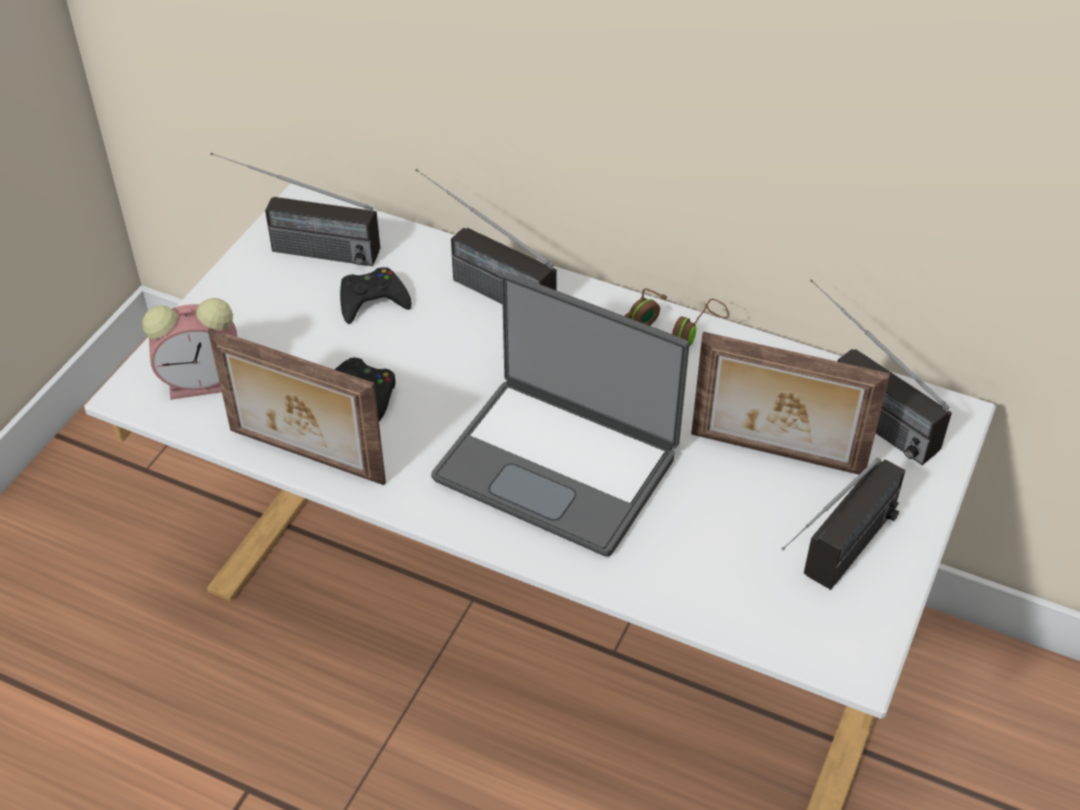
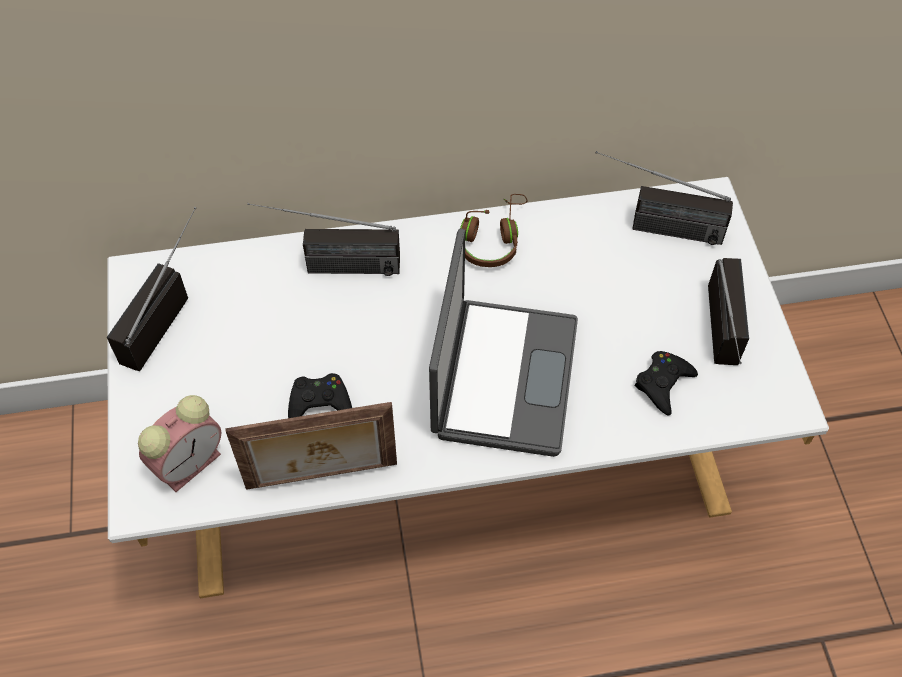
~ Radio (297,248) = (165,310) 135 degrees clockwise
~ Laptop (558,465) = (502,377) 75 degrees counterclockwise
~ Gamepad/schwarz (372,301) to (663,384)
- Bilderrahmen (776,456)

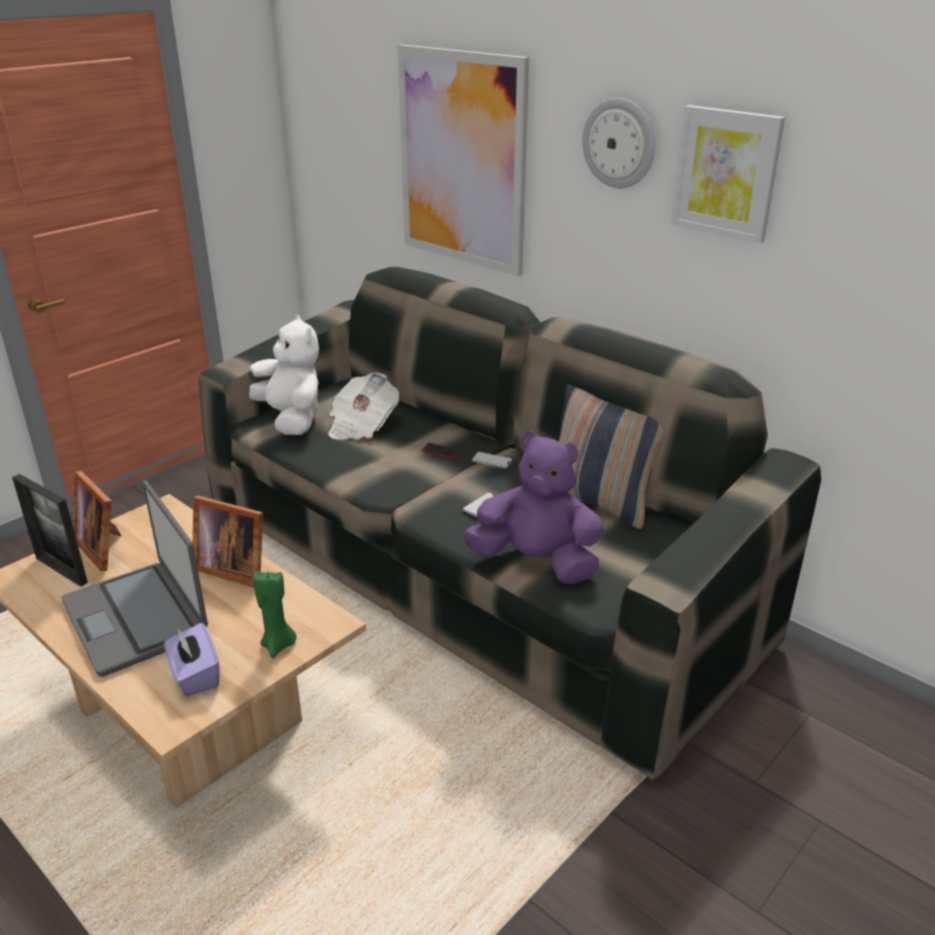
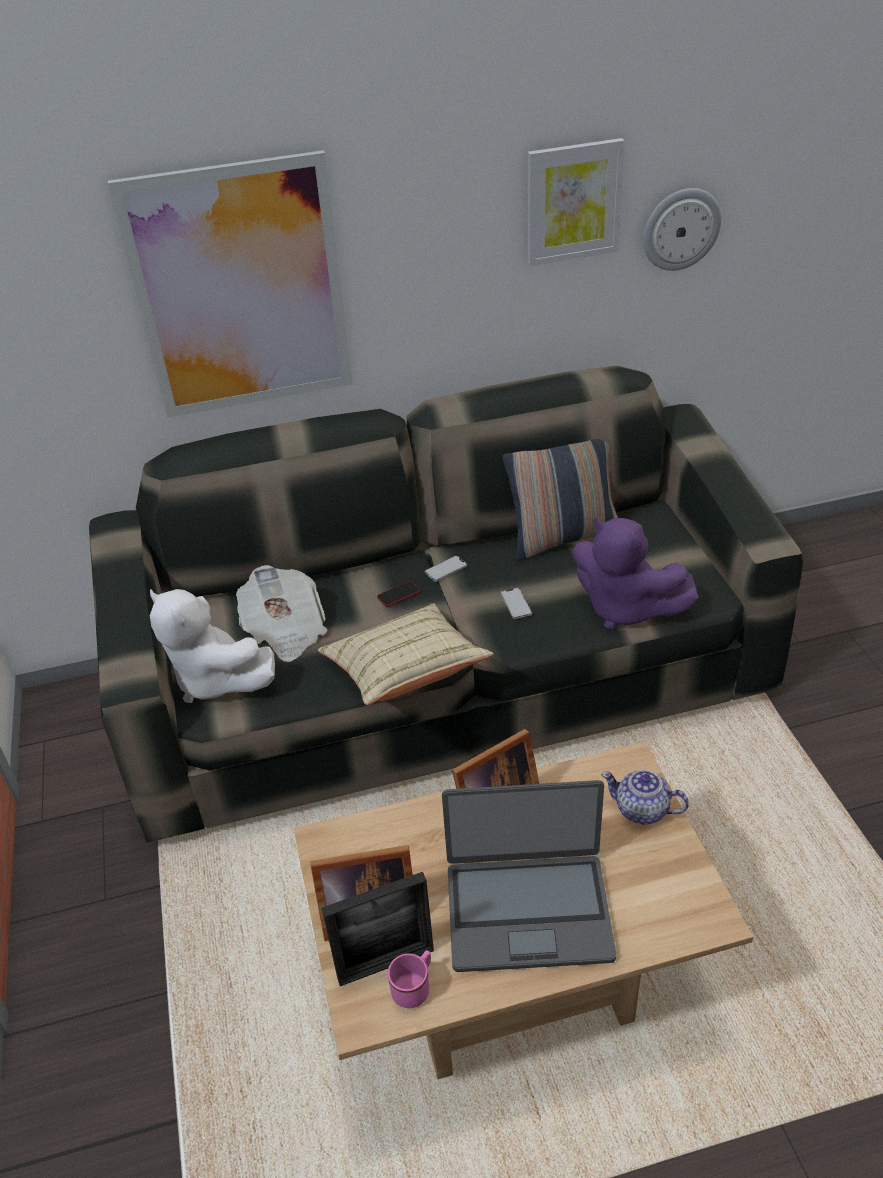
~ Plüschtier/weiß (290,419) = (216,679) 135 degrees counterclockwise
+ Kissen/beige (405,672)
+ Henkelbecher/rosa (414,987)
~ Plüschtier/lila (536,563) = (624,608) 105 degrees counterclockwise
~ Kerze/grün (278,645) to Teekanne (642,810)
~ Wanduhr (619,143) to (680,229)
- Taschentuchbox/lila (195,675)

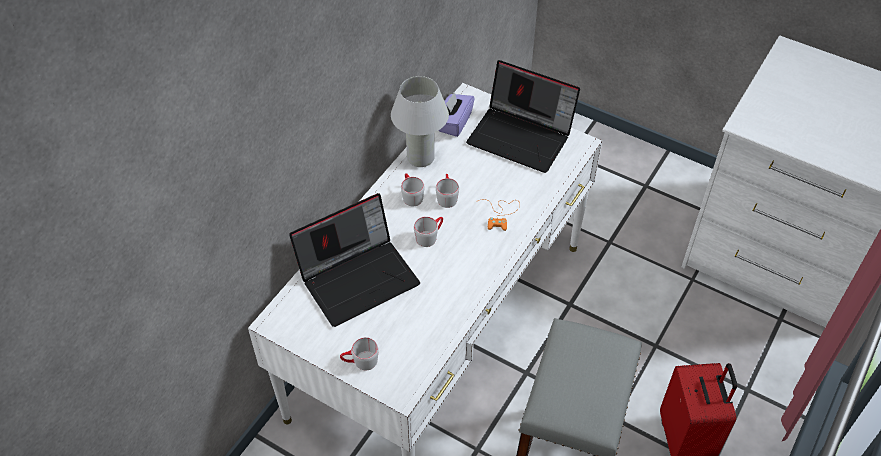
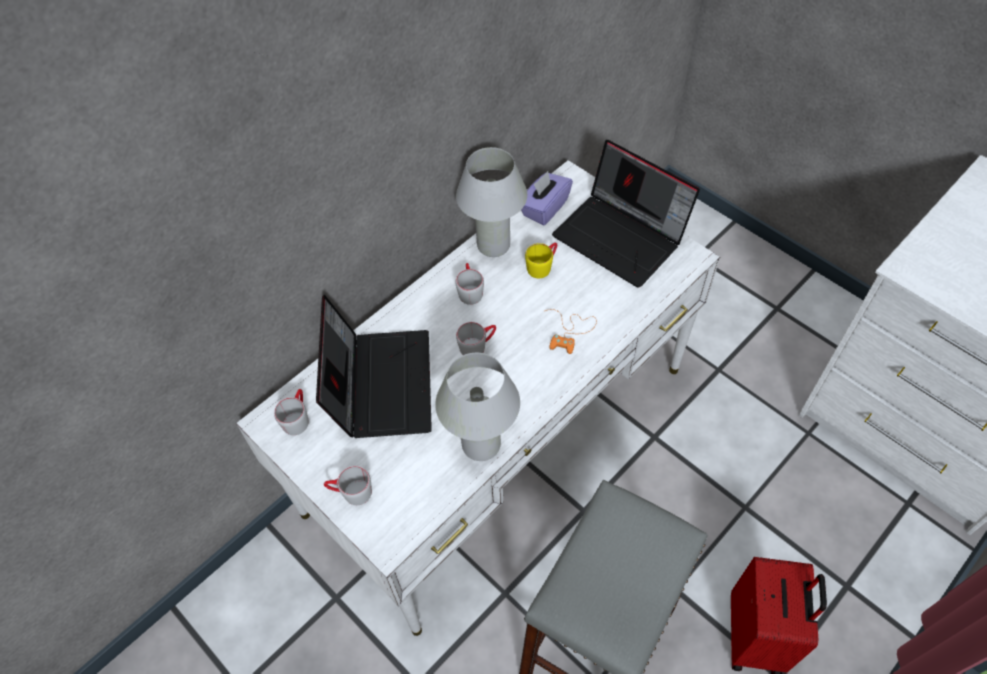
~ Henkelbecher/grau (446,196) to (297,417)
~ Laptop (359,277) = (380,383) 75 degrees counterclockwise
+ Tischlampe/weiß (481,444)
+ Henkelbecher/gelb (542,265)

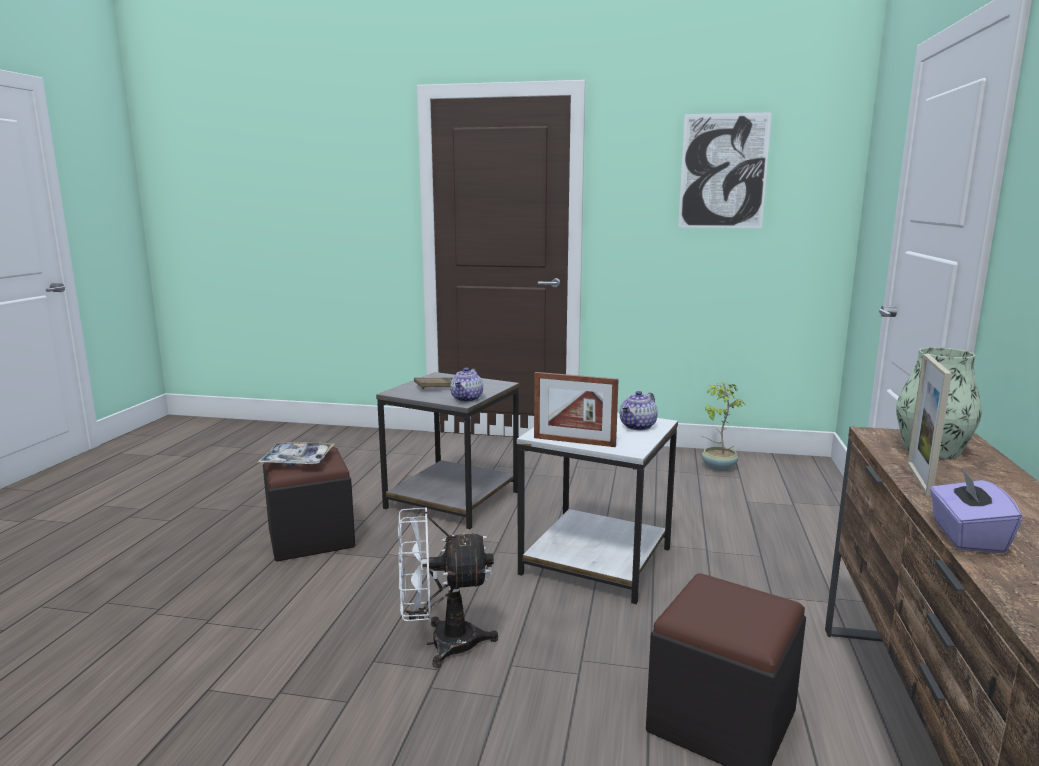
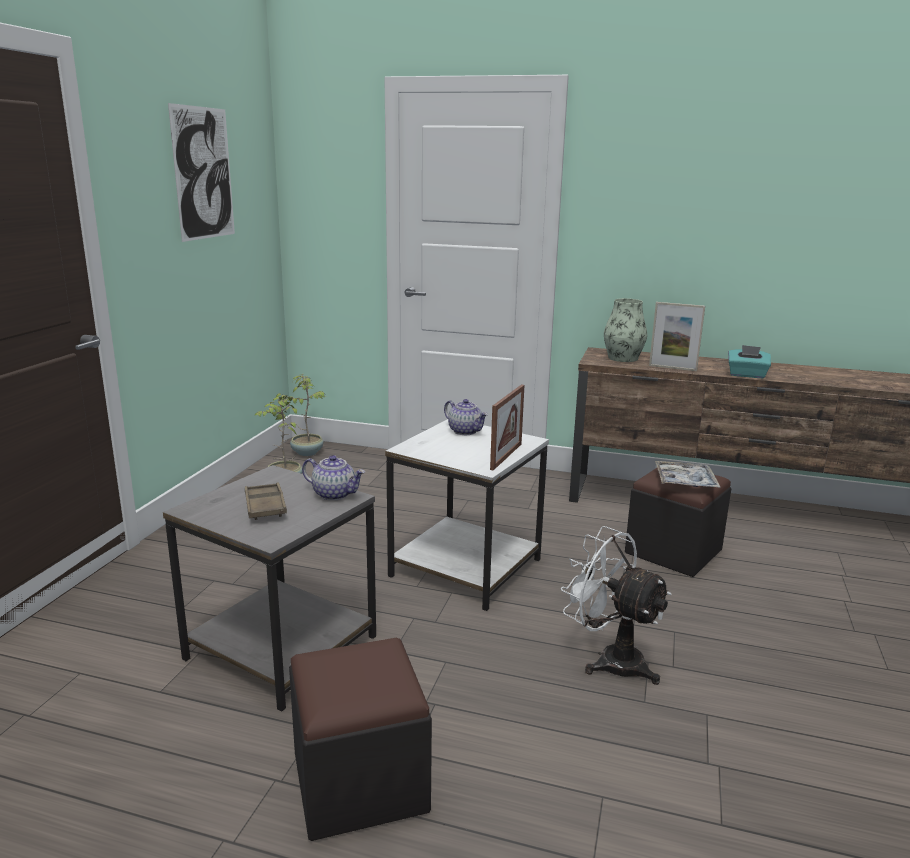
+ Topfpflanze (306,452)
~ Ventilator/weiß (441,644) = (610,659) 135 degrees clockwise
~ Tablett (297,461) to (685,481)
~ Taschentuchbox/lila (966,536) to Taschentuchbox/türkis (746,375)

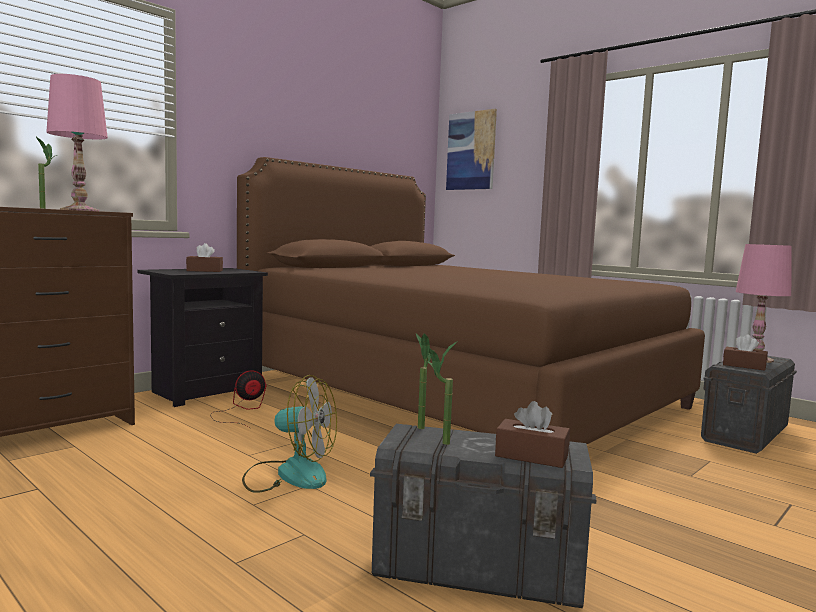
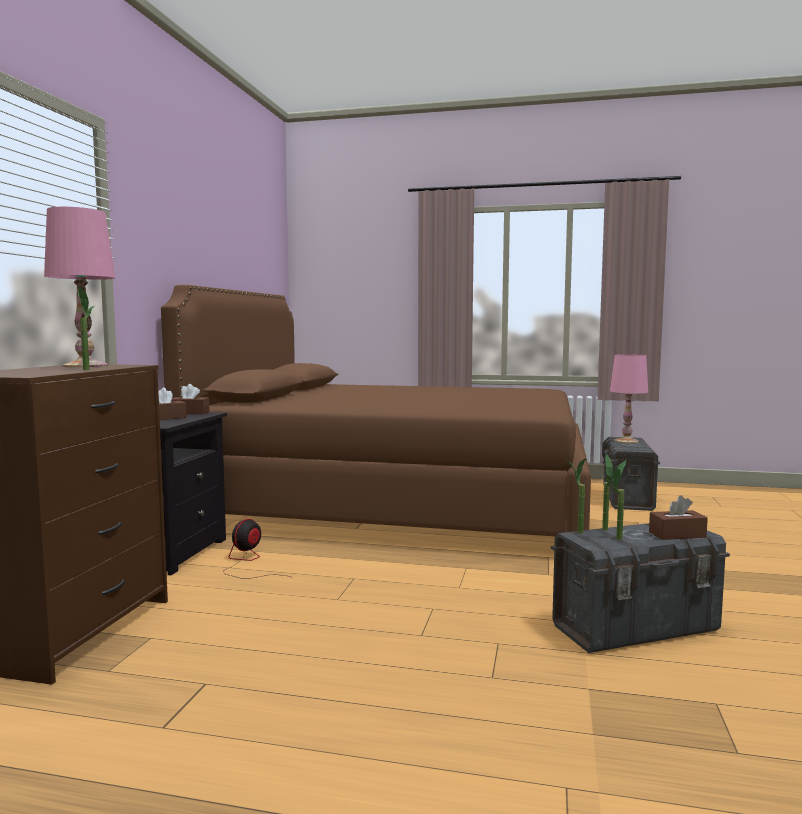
~ Taschentuchbox/braun (744,366) to (190,413)
+ Topfpflanze (608,531)
- Ventilator (289,474)
- Bild (471,151)

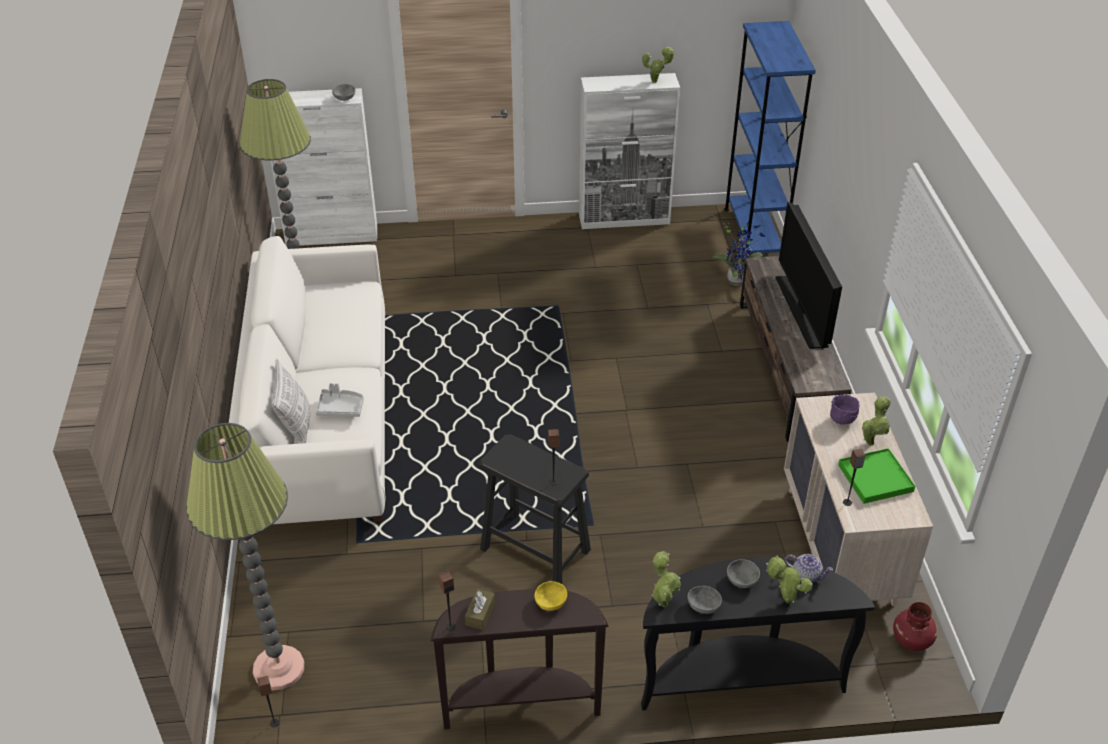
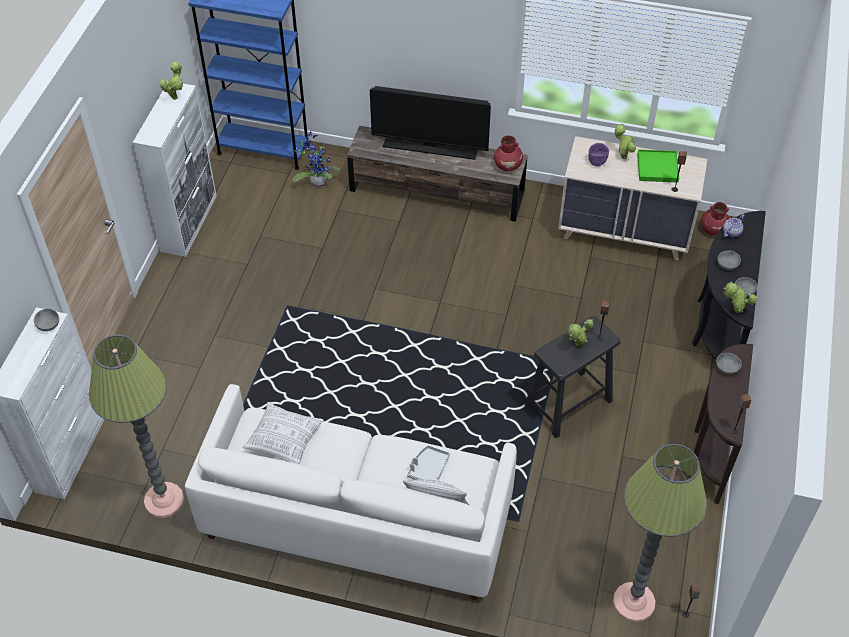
+ Kissen (284,439)
+ Vase/rot (508,166)
~ Topfpflanze (785,600) to (576,345)
~ Schüssel/gelb (550,603) to Schüssel/grau (727,368)
- Taschentuchbox/braun (480,614)

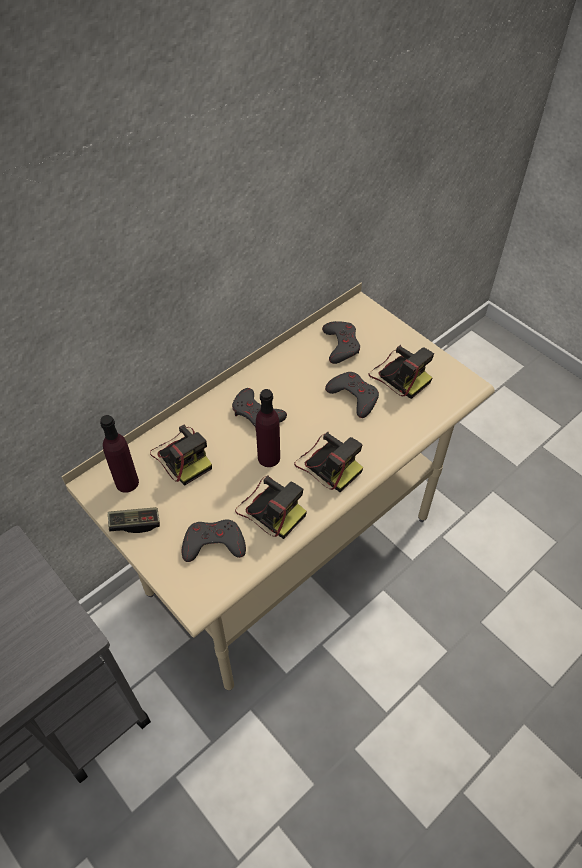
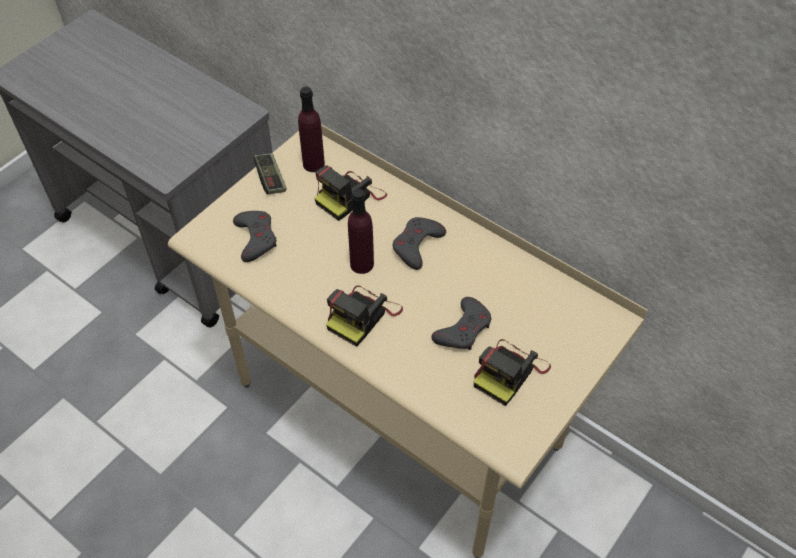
- Kamera (270,509)
- Gamepad/grau (341,345)

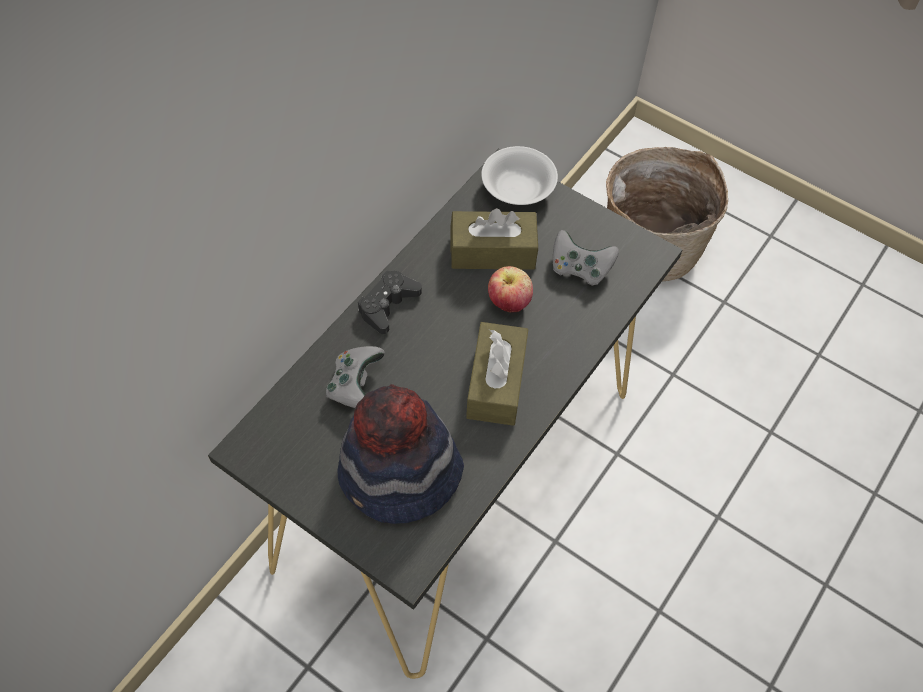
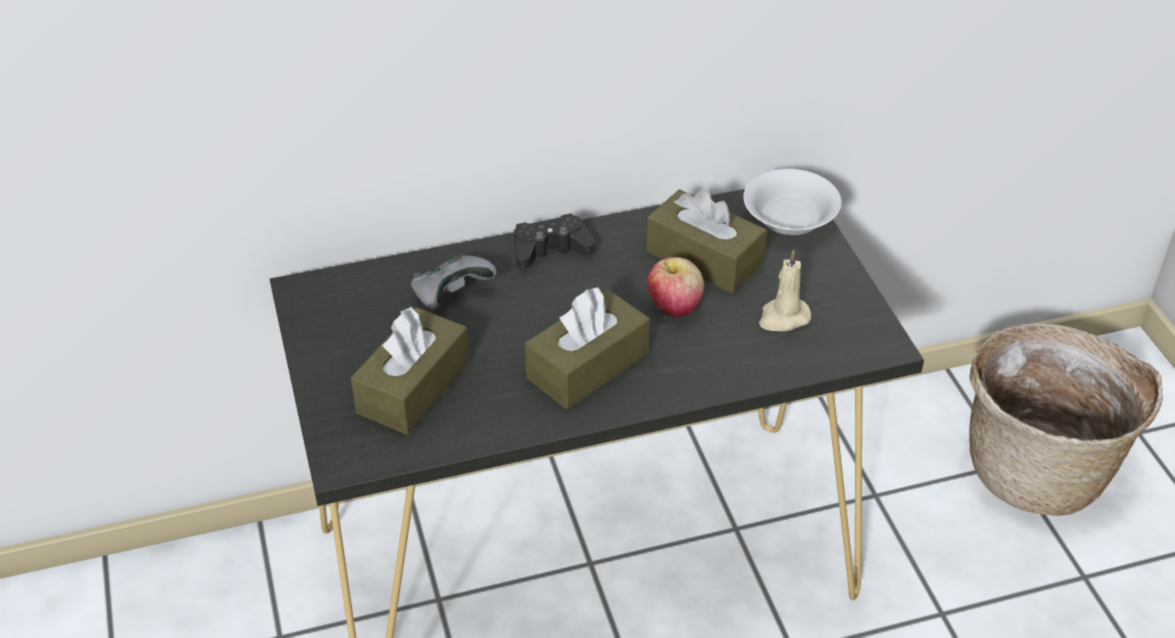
~ Hut (400,476) to Taschentuchbox/braun (413,387)
~ Gamepad/grau (579,268) to Kerze/beige (783,317)

